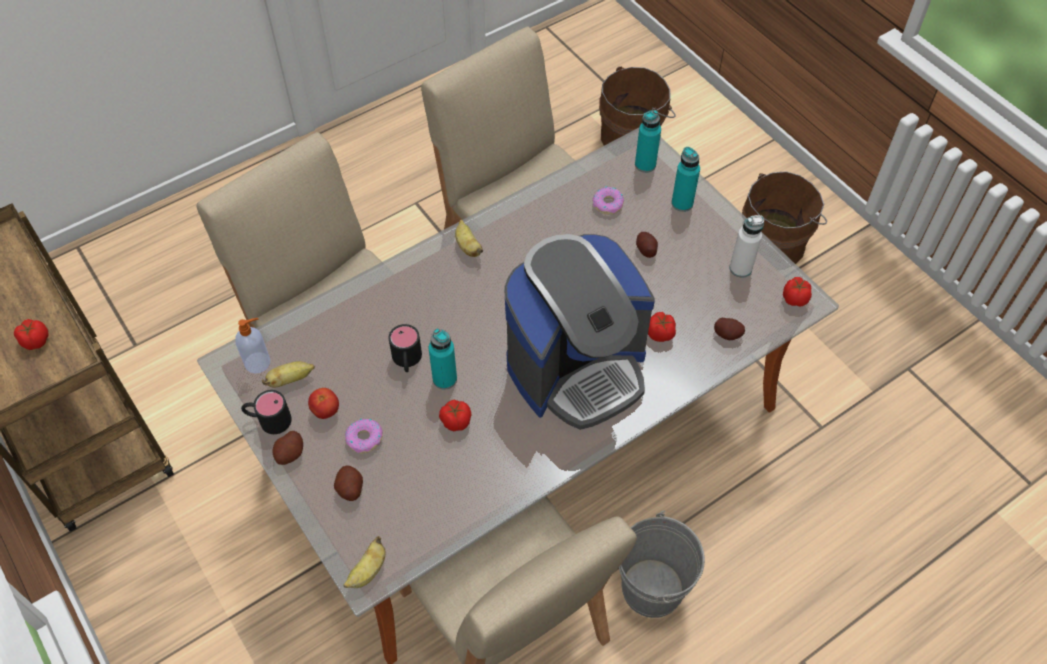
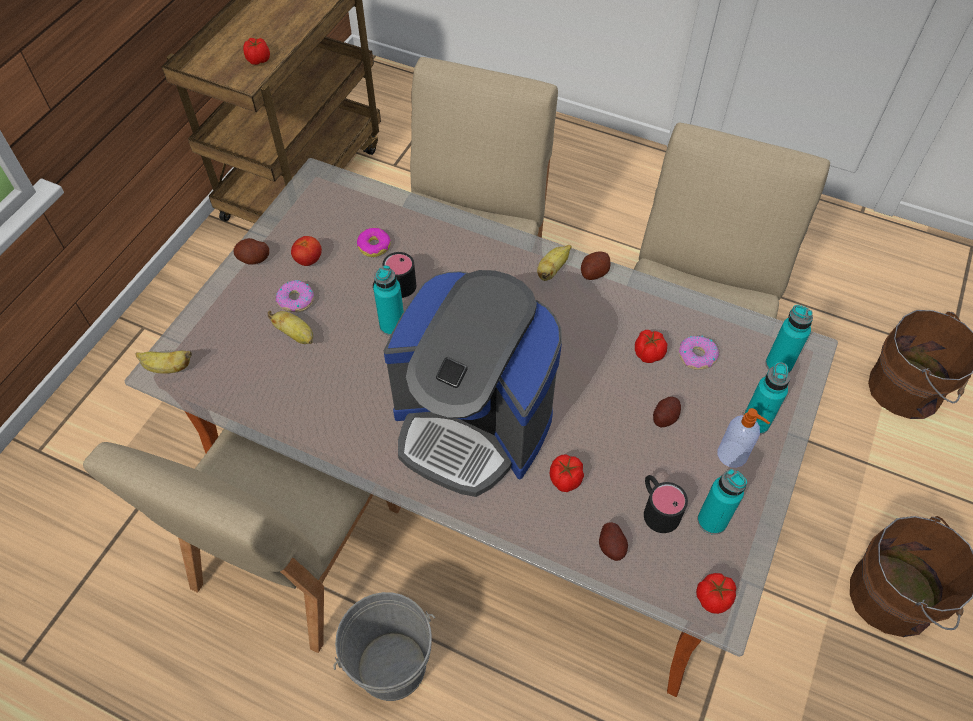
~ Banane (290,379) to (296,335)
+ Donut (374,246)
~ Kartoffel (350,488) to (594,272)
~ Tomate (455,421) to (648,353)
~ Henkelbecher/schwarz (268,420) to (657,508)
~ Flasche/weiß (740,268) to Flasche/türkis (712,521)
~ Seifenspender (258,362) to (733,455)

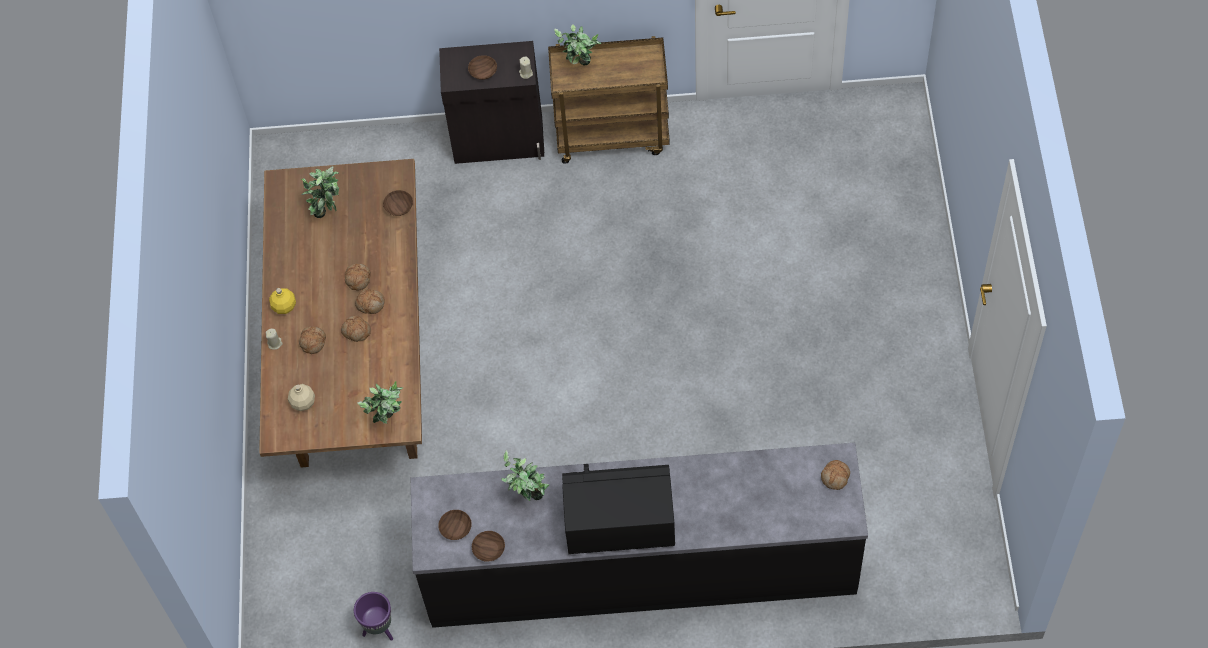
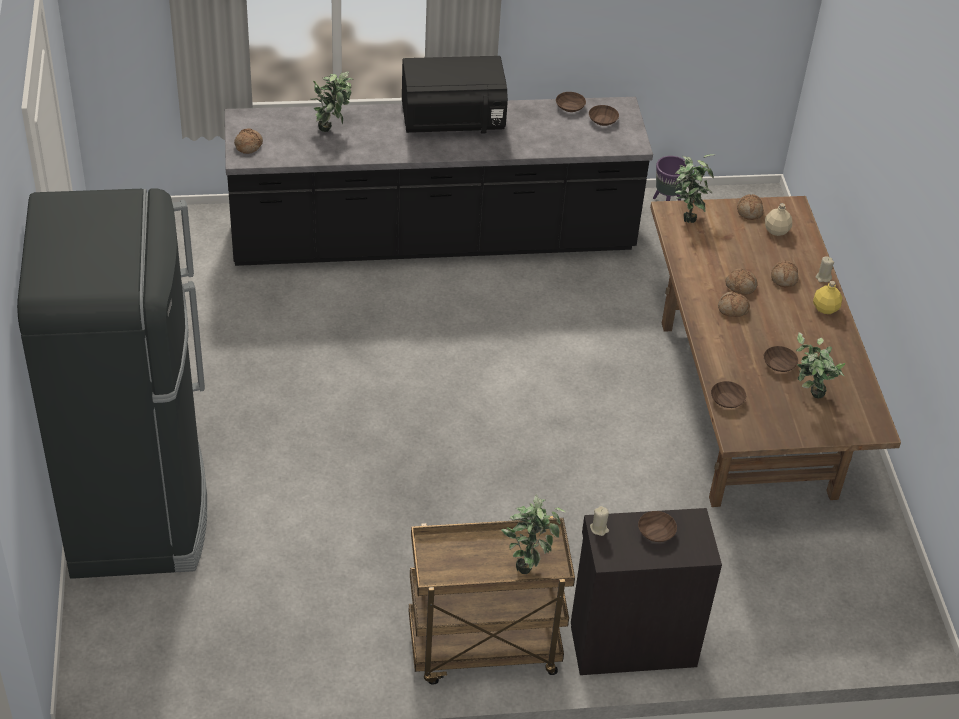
+ Kühlschrank/schwarz (138,510)
~ Topfpflanze (528,497) to (333,128)
~ Brot (357,279) to (749,211)
+ Schüssel/braun (778,364)

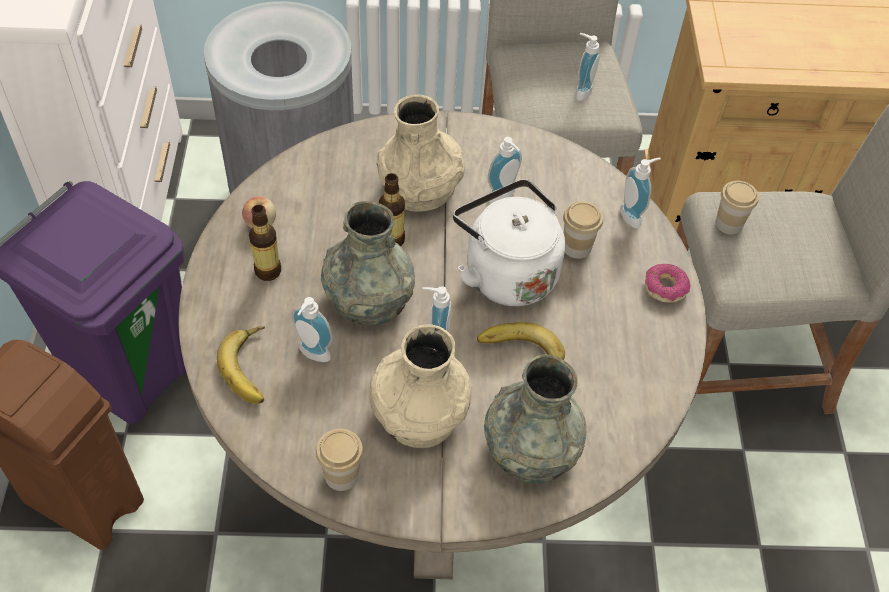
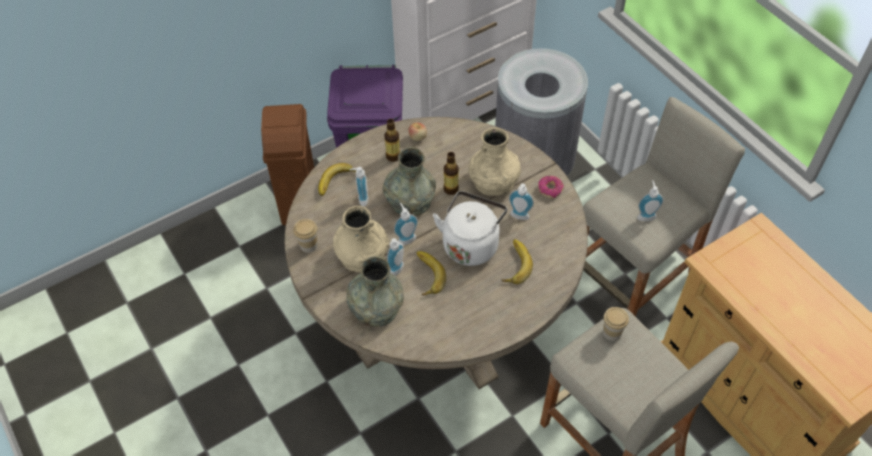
~ Seifenspender (633,215) to (398,270)
~ Tasse (576,247) to Banane (513,264)
~ Donut (665,287) to (550,189)

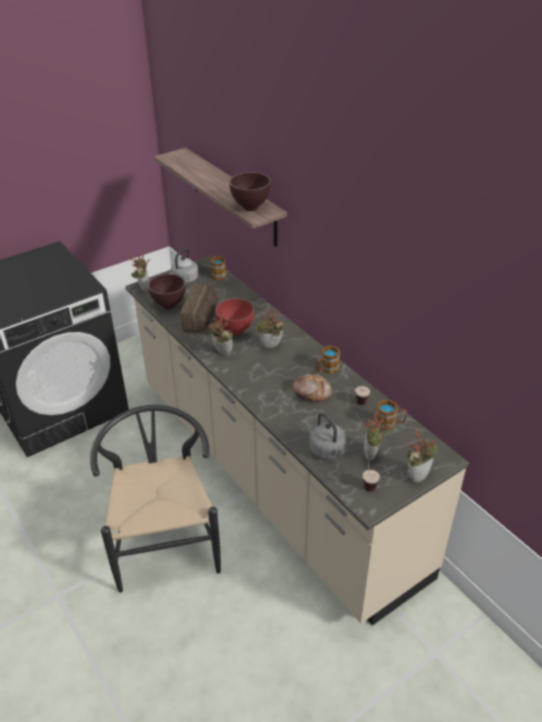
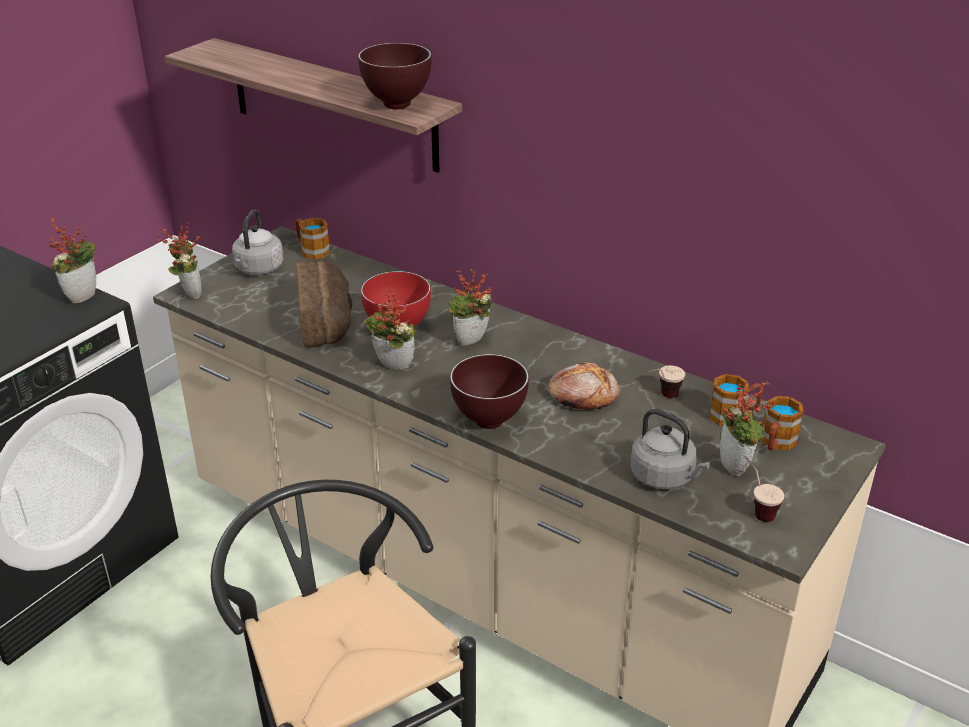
~ Topfpflanze (417,475) to (82,295)
~ Schüssel/braun (169,306) to (490,422)
~ Henkelbecher (326,369) to (776,443)

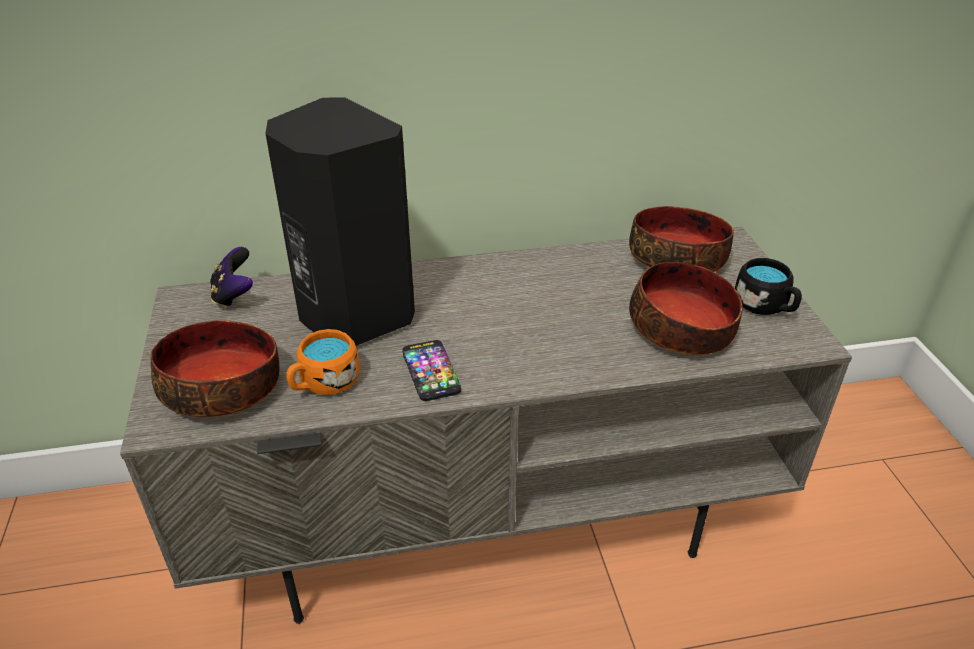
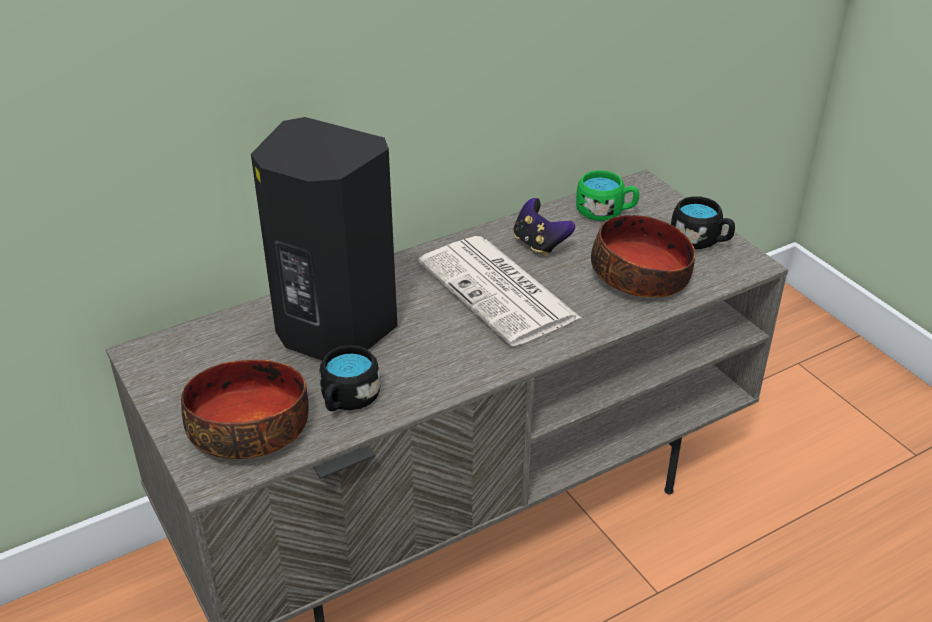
~ Henkelbecher/orange (324,383) to Henkelbecher/schwarz (347,400)
+ Zeitung (500,291)
~ Gamepad (234,295) to (539,244)
~ Schüssel (678,259) to Henkelbecher/grün (605,212)
- Handy (431,371)

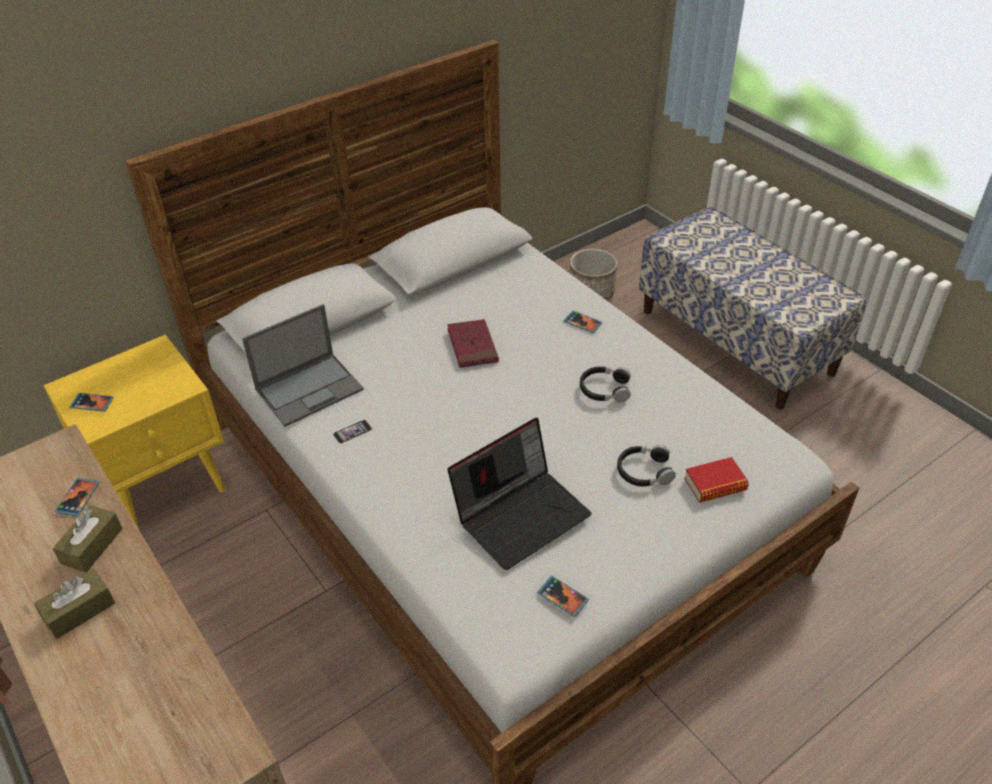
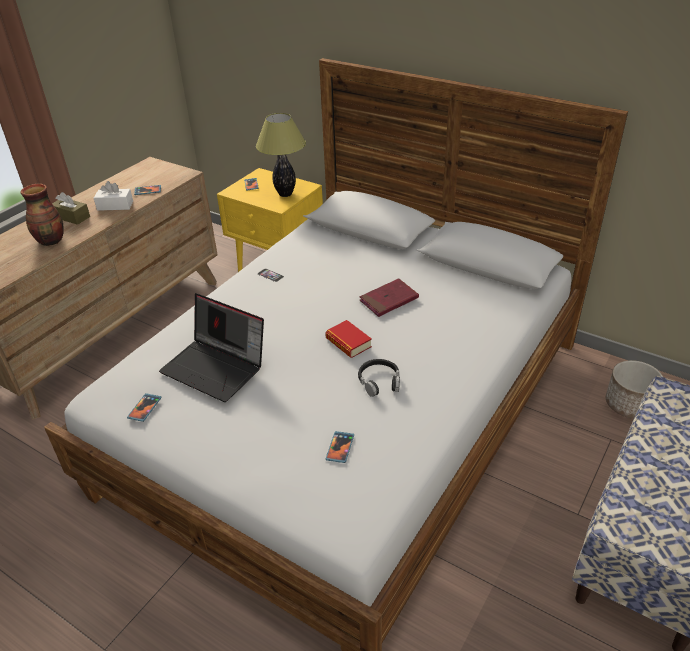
+ Vase (51,241)
~ Taschentuchbox/braun (92,546) to Taschentuchbox/weiß (115,206)
+ Tischlampe (285,194)
~ Buch (715,484) to (348,343)
~ Handy (582,323) to (340,448)
- Laptop (310,389)
- Kopfhörer/schwarz (644,472)

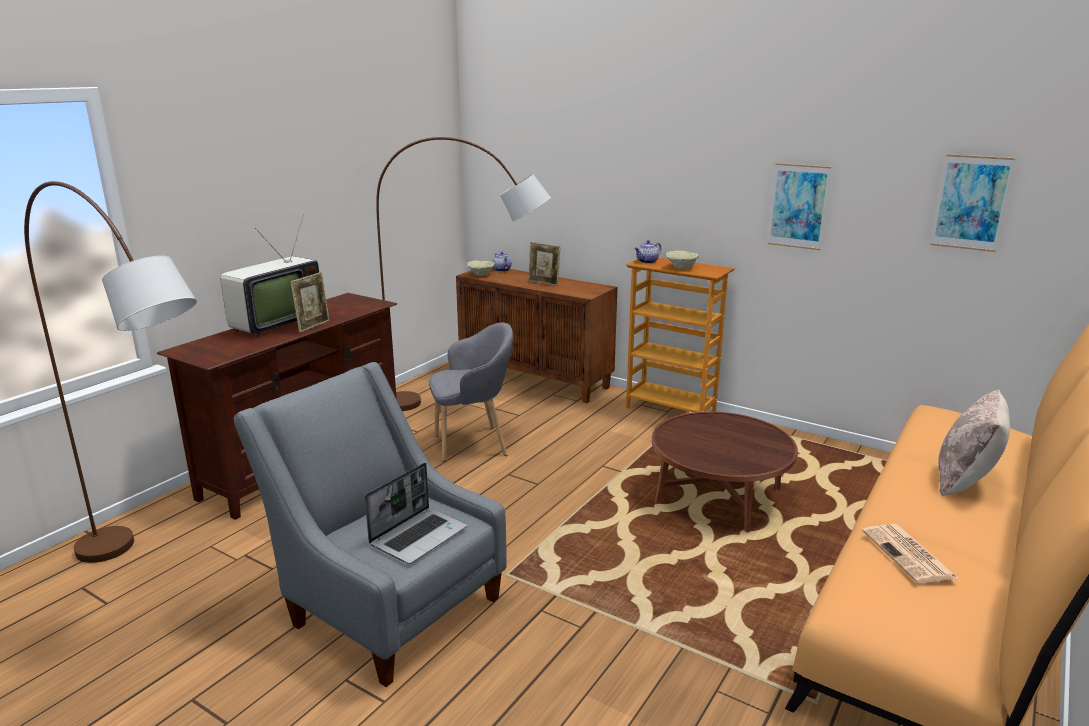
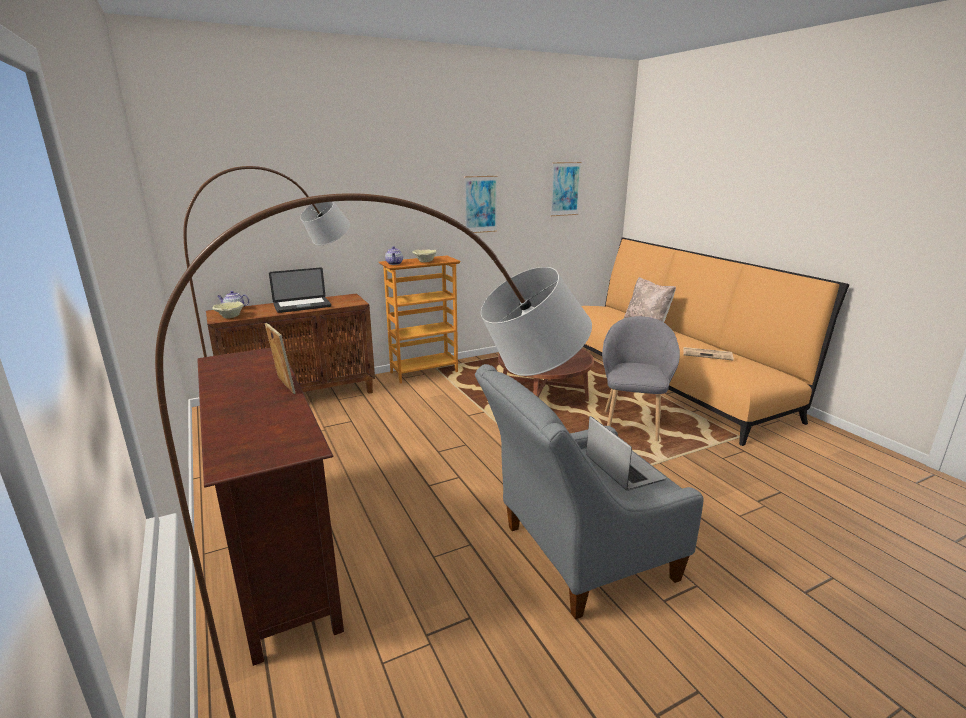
~ Bilderrahmen (544,283) to Laptop (302,306)
~ Sessel/grau (473,444) to (632,424)
- Fernseher (273,323)

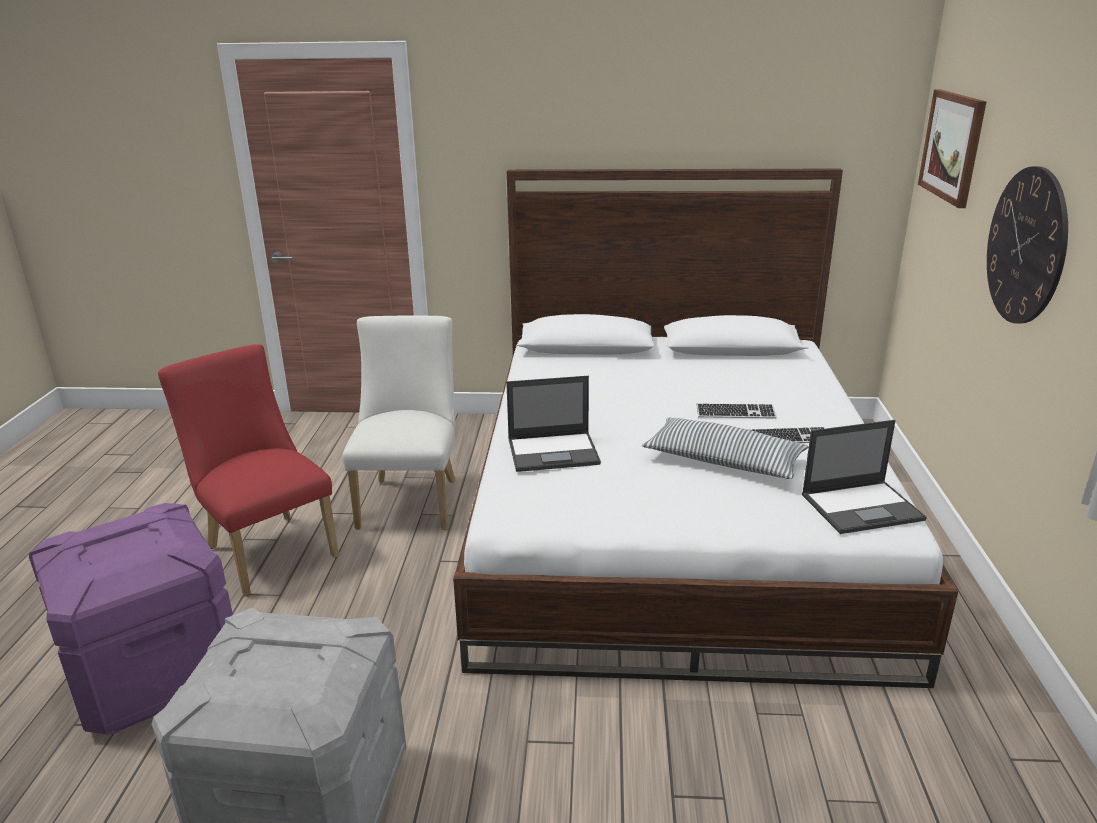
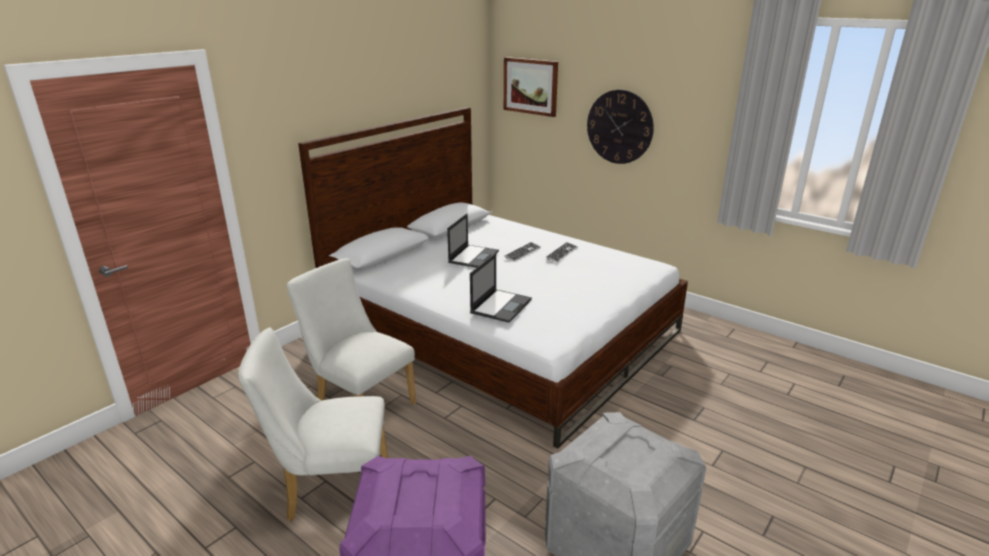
~ Stuhl/rot (267,548) to Stuhl/weiß (331,489)
~ Laptop (862,507) to (473,256)
- Kissen (723,461)

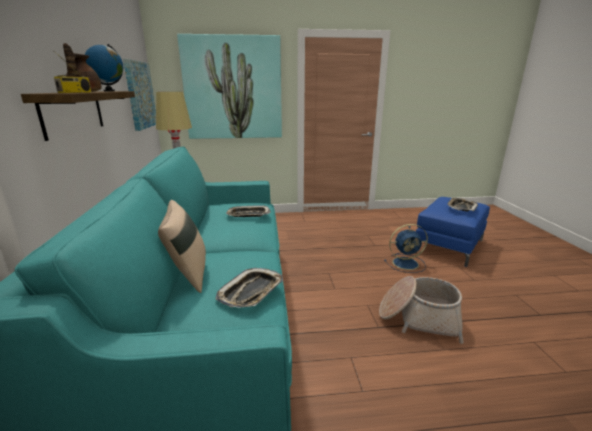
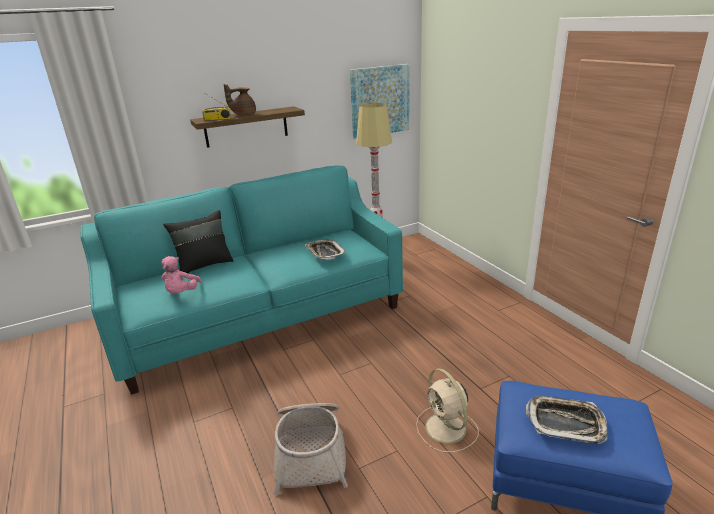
~ Tablett (251,292) to Plüschtier/rosa (181,293)
~ Kissen/beige (188,274) to Kissen/schwarz (204,265)
~ Ventilator/blau (406,263) to Ventilator/beige (446,429)
- Globus (109,91)
- Bild (233,89)

